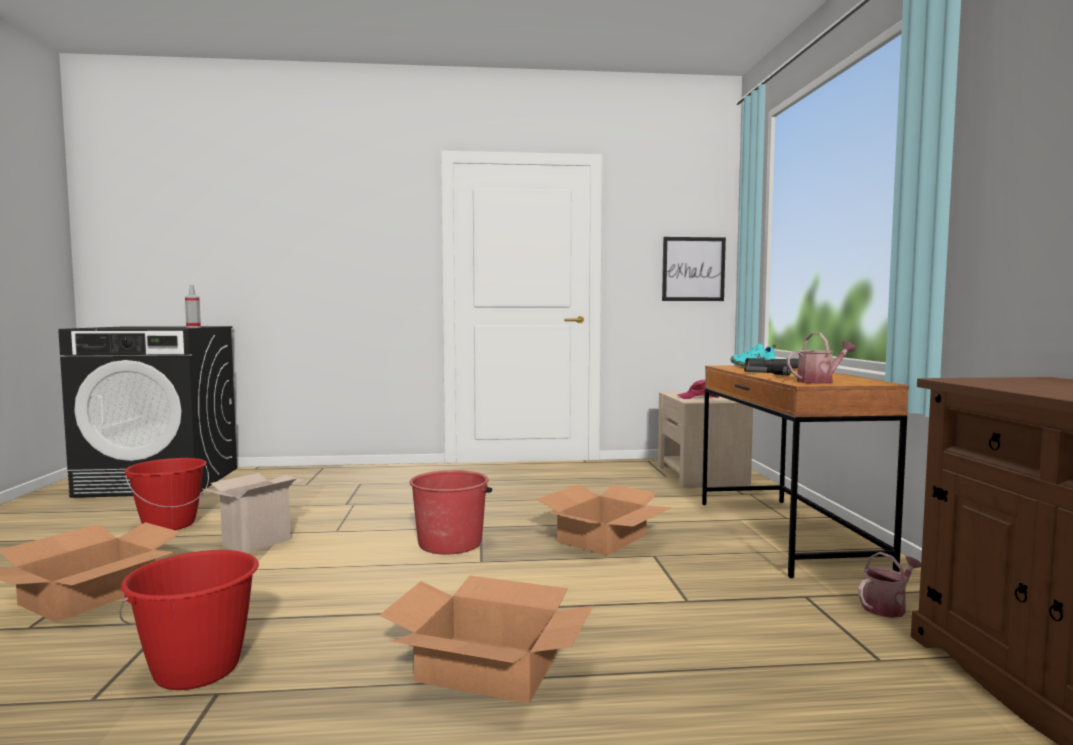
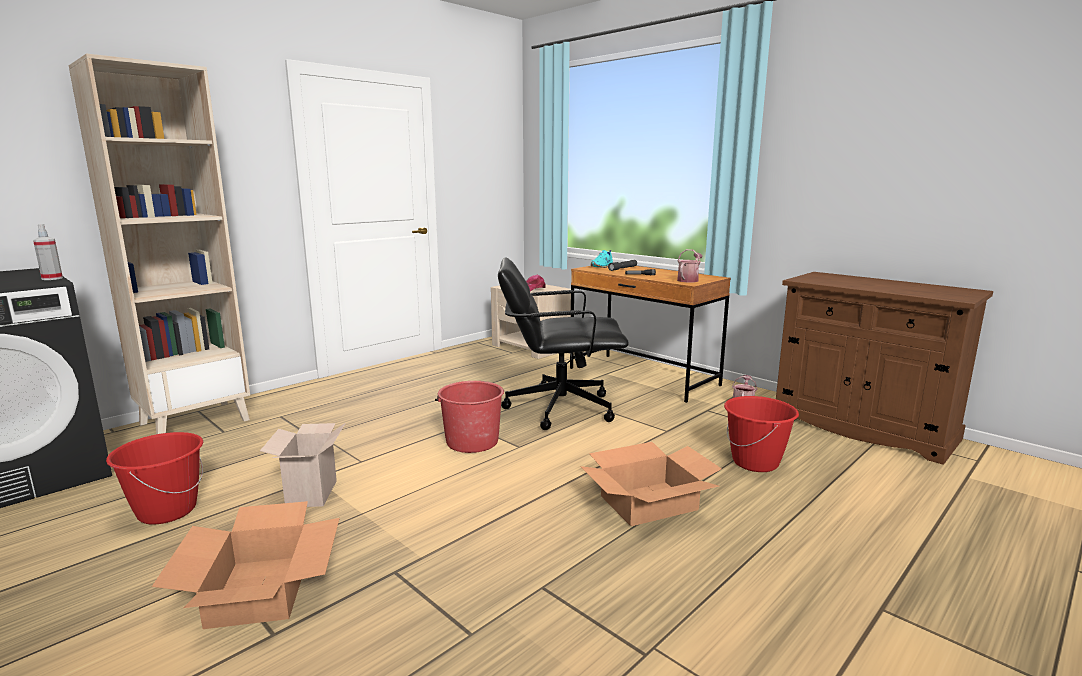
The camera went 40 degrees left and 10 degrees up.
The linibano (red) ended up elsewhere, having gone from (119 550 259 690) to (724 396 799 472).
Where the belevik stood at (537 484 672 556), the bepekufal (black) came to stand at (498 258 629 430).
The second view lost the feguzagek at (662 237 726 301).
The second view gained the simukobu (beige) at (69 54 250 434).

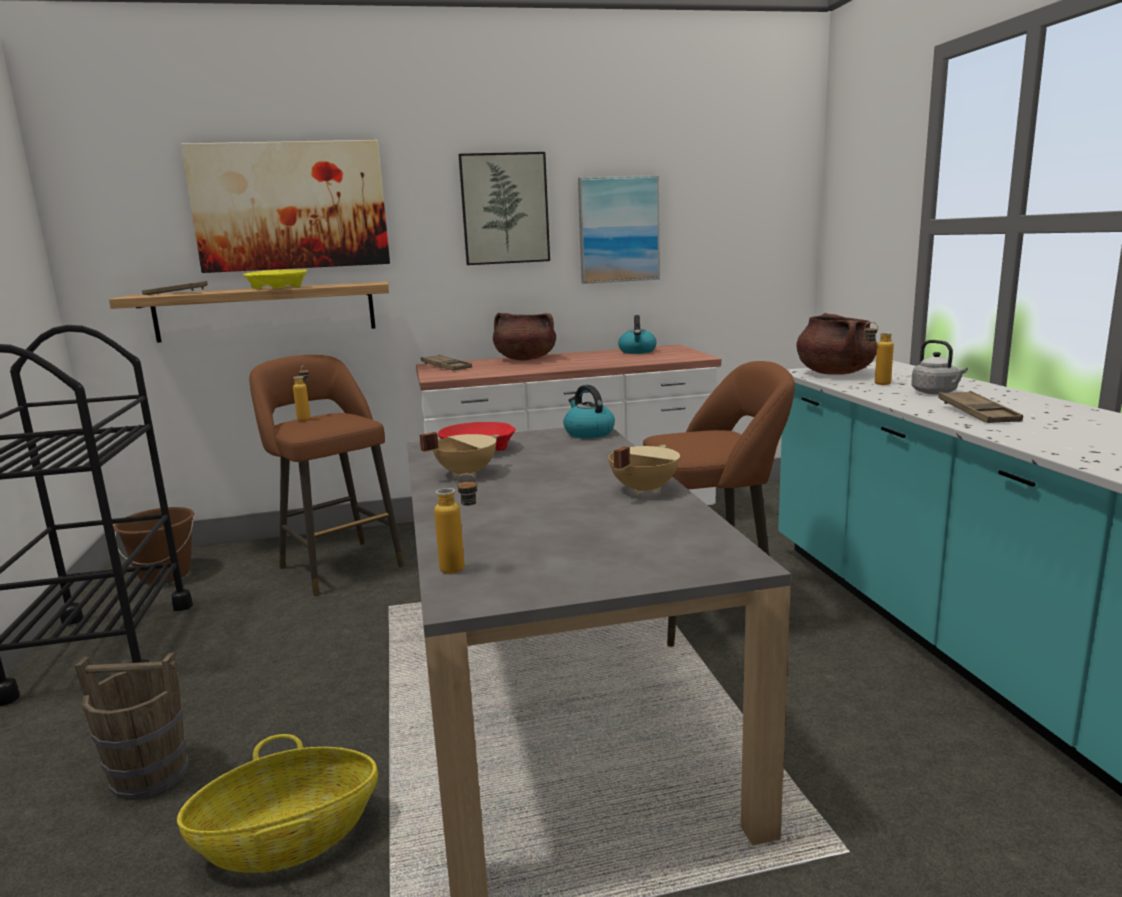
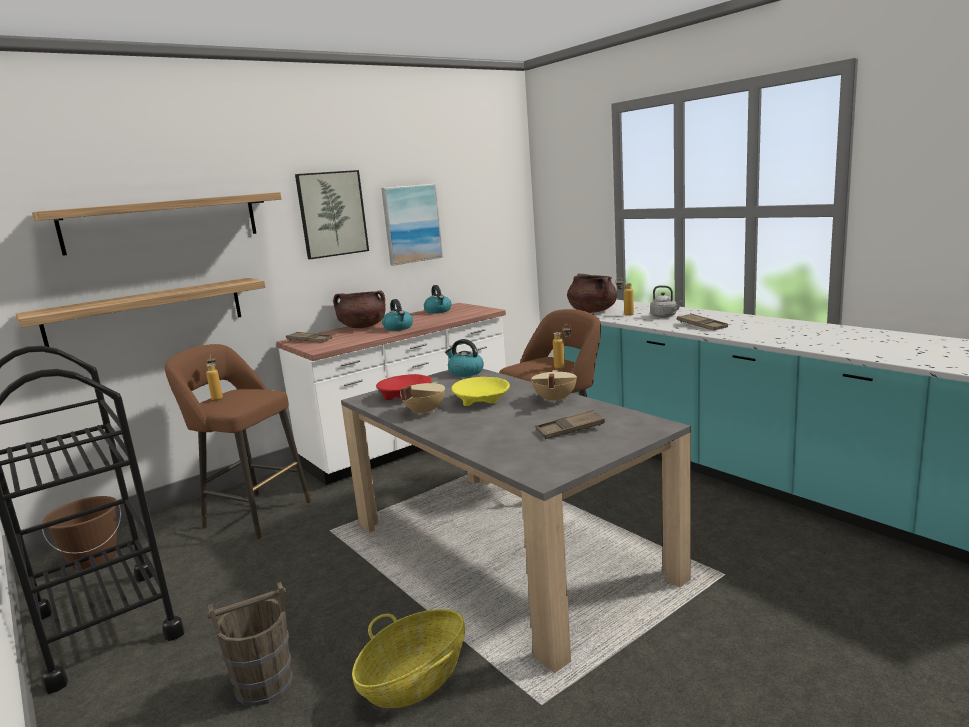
The camera went 25 degrees left and 0 degrees up.
The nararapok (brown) ended up elsewhere, having gone from (142 281 208 295) to (536 410 605 439).
Where the feguzagek hung at (181 140 390 273), the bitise came to hang at (32 192 281 256).
The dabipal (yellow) ended up elsewhere, having gone from (243 269 307 289) to (451 377 510 406).
The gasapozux ended up elsewhere, having gone from (434 473 478 574) to (553 324 571 369).
The second view gained the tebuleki at (382 299 413 331).

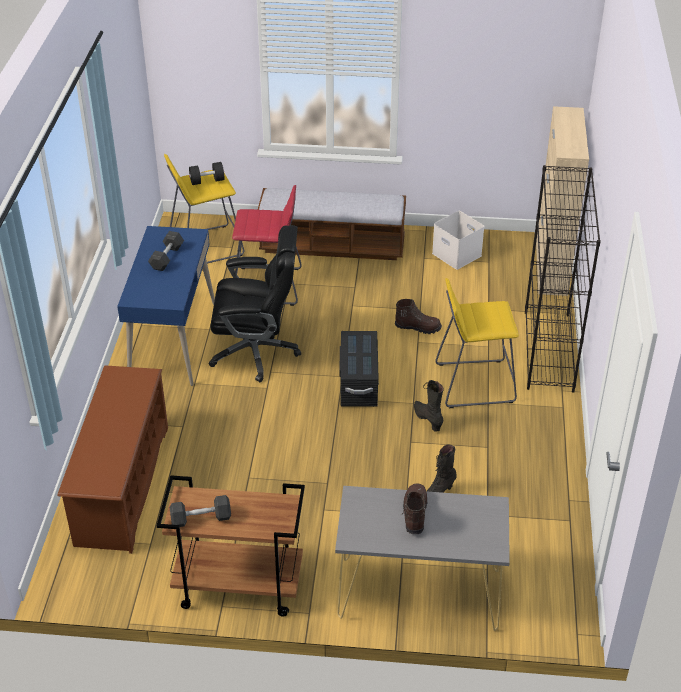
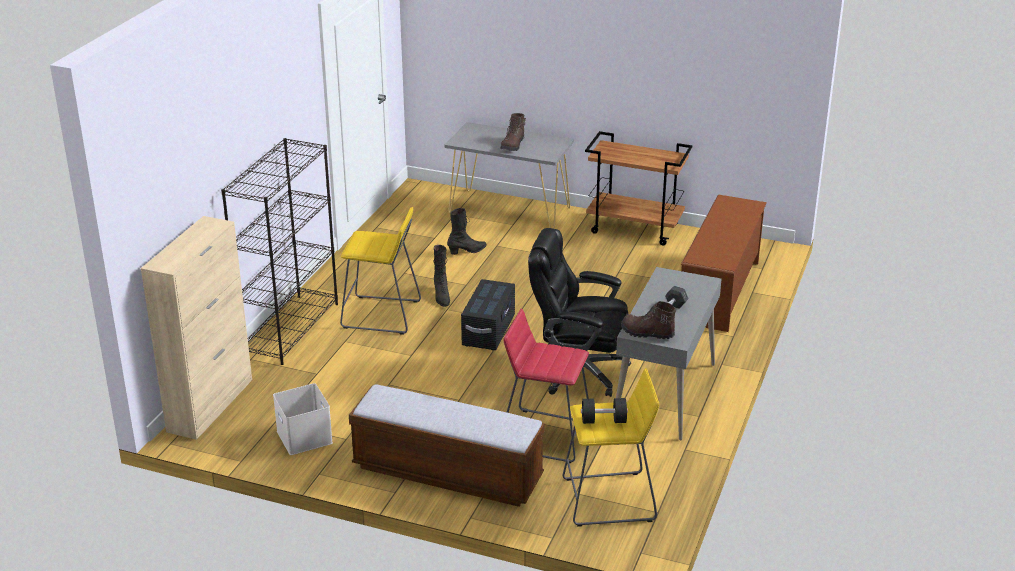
The camera went 165 degrees left and 10 degrees down.
What was the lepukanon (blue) at (117 226 215 386) turned into the lepukanon (grey) at (616 267 722 440).
The second view lost the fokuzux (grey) at (169 495 231 527).
The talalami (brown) ended up elsewhere, having gone from (395 299 442 334) to (621 301 676 339).

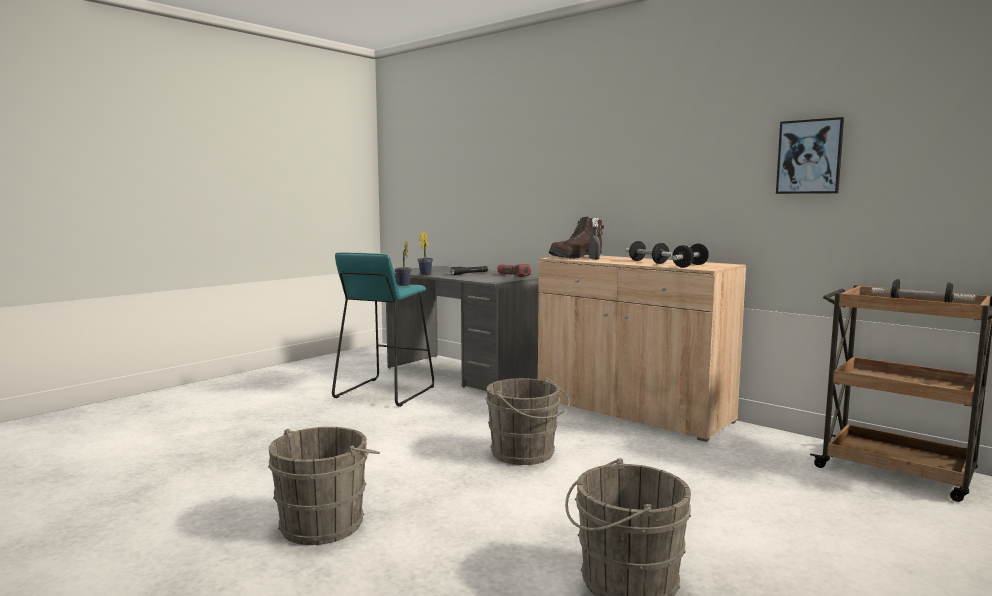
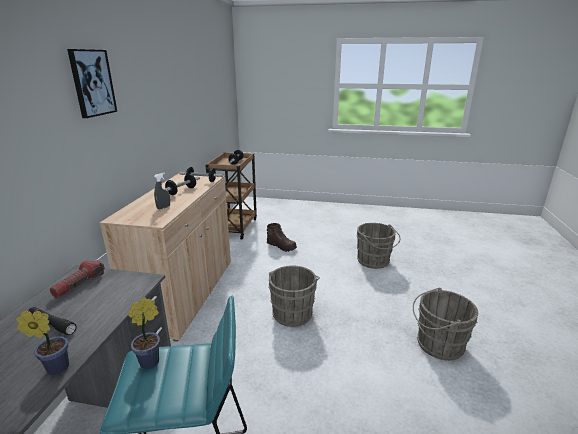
The camera went 120 degrees left and 15 degrees up.
The talalami (brown) ended up elsewhere, having gone from (549 217 604 259) to (267 223 297 252).
The feguzagek ended up elsewhere, having gone from (776 117 844 194) to (67 49 117 118).

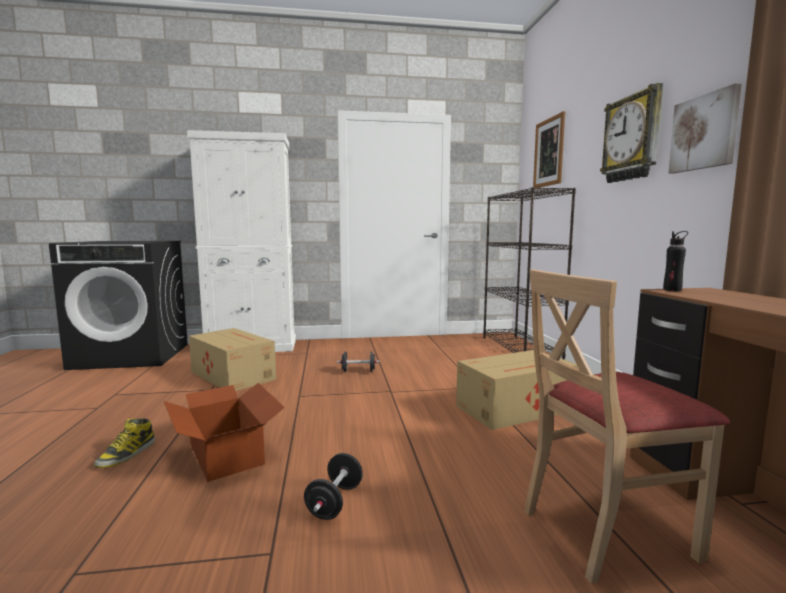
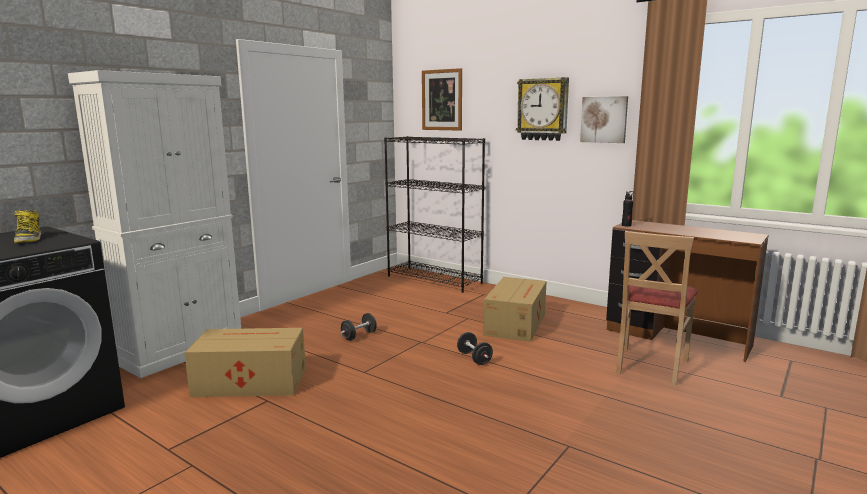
The camera went 45 degrees left and 5 degrees up.
The talalami ended up elsewhere, having gone from (94 418 155 468) to (14 210 41 243).
The second view lost the belevik at (164 383 285 482).
The fokuzux (black) ended up elsewhere, having gone from (304 453 363 520) to (457 332 493 365).

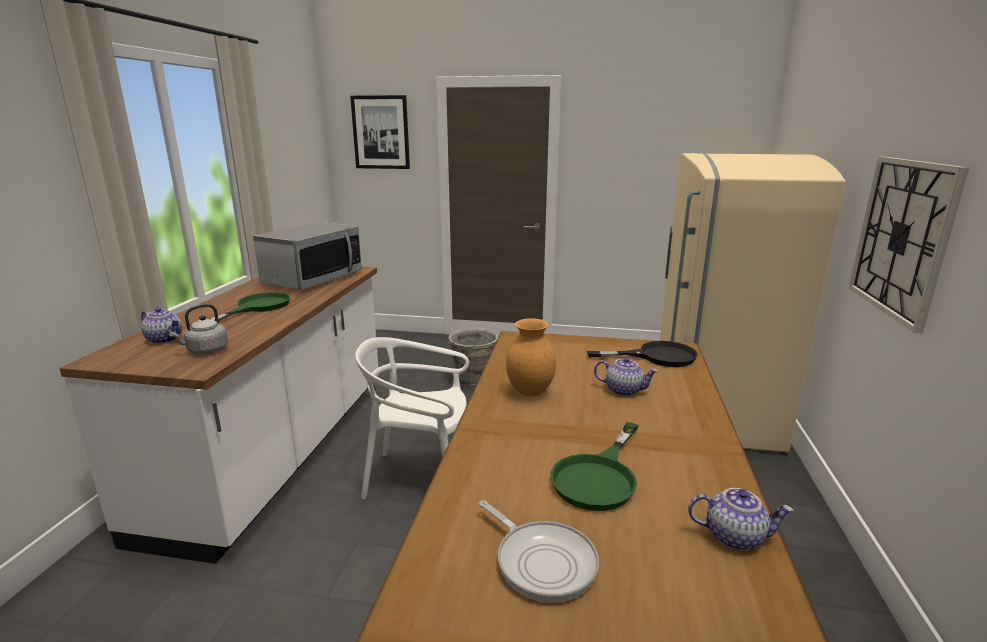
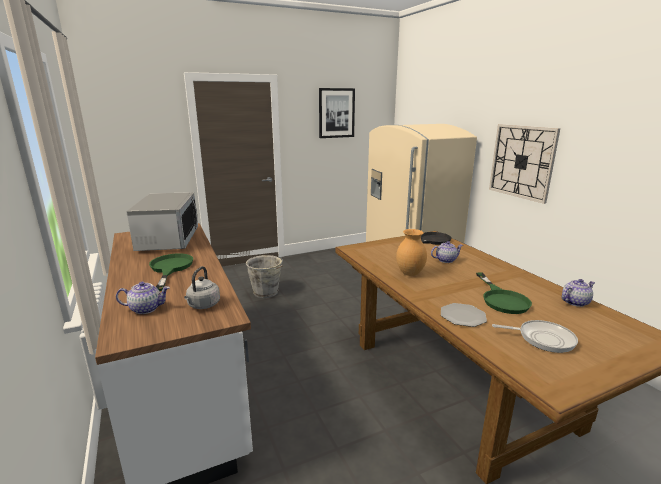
The camera went 35 degrees left and 0 degrees up.
The feguzagek ended up elsewhere, having gone from (350 95 410 169) to (319 88 355 138).
The second view lost the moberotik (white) at (355 337 469 499).
The second view gained the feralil at (441 303 487 327).

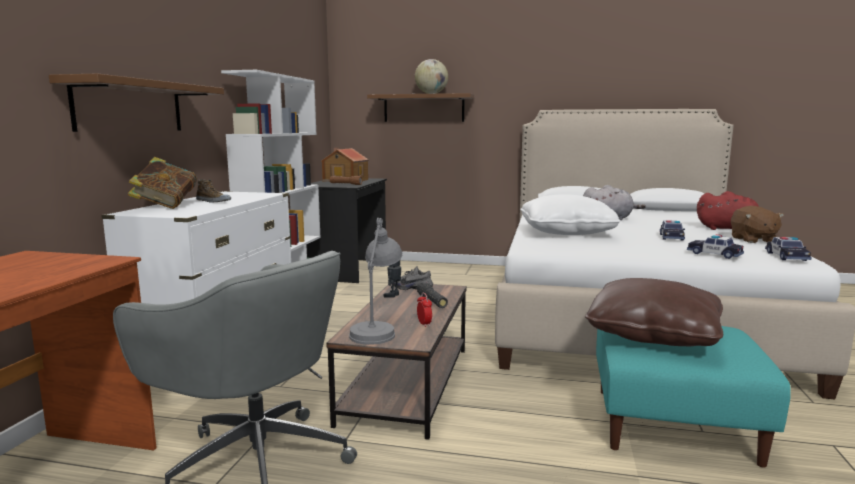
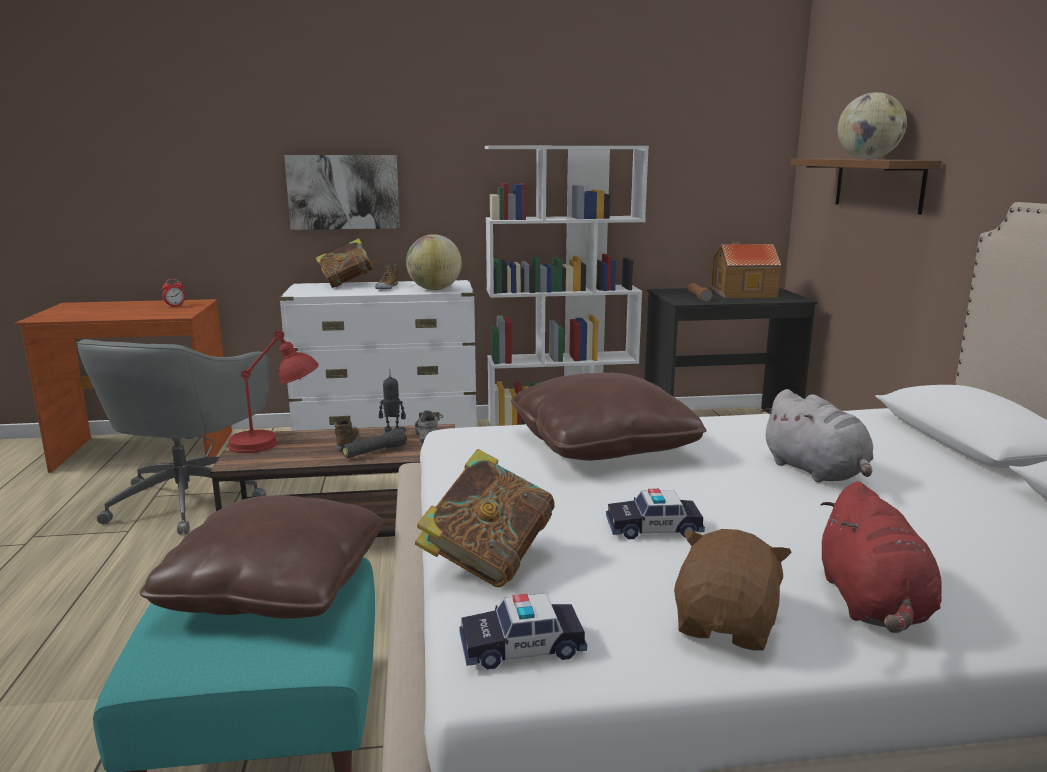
The camera went 70 degrees right and 5 degrees up.
Where the bitise (brown) hung at (49 73 224 132), the feguzagek came to hang at (284 155 400 230).
What was the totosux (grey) at (349 218 403 345) turned into the totosux (red) at (228 330 319 453).
The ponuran ended up elsewhere, having gone from (417 292 432 327) to (162 279 185 307).
What was the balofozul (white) at (520 194 621 235) turned into the balofozul (brown) at (511 373 707 461).
Where the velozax stood at (687 234 744 259), the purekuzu came to stand at (415 449 554 588).
The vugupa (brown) at (731 206 784 243) ended up facing another way, 135 degrees clockwise from before.
The second view gained the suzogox at (335 420 360 452).
The second view gained the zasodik at (406 234 462 290).

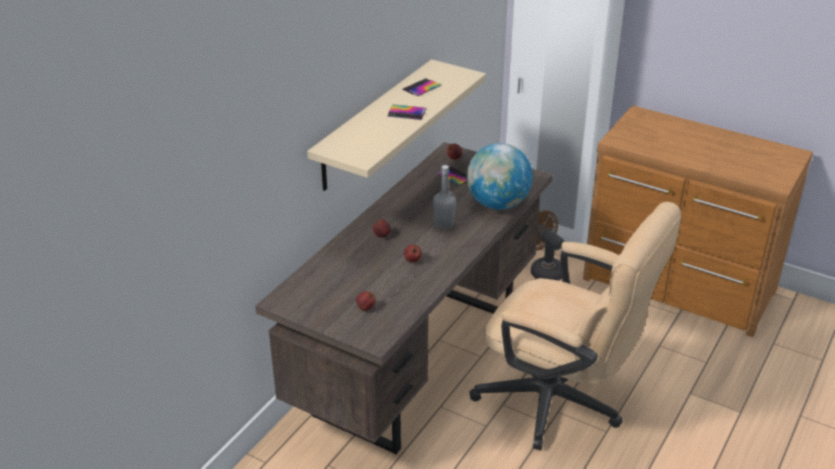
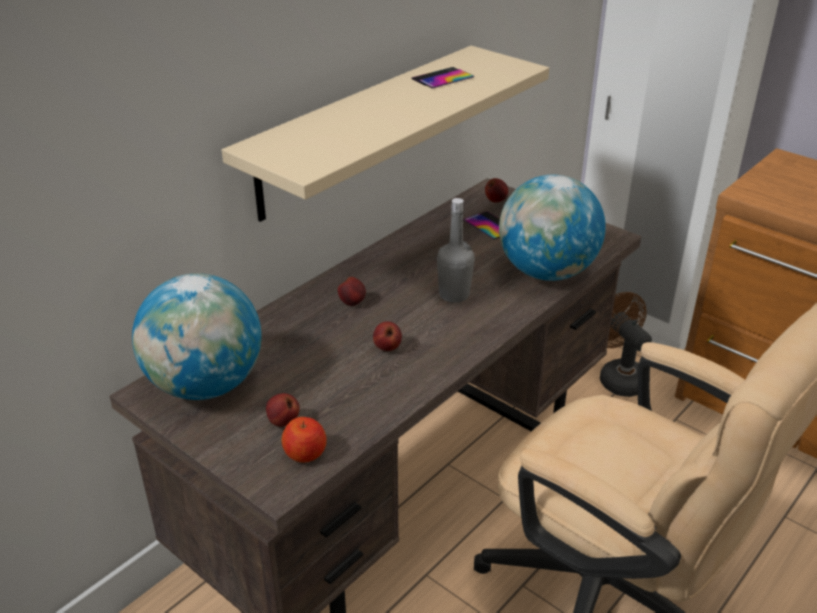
The camera went 10 degrees right and 0 degrees up.
The second view lost the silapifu at (387 104 426 120).
The second view gained the zasodik at (132 273 262 400).
The second view gained the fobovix at (282 417 327 463).

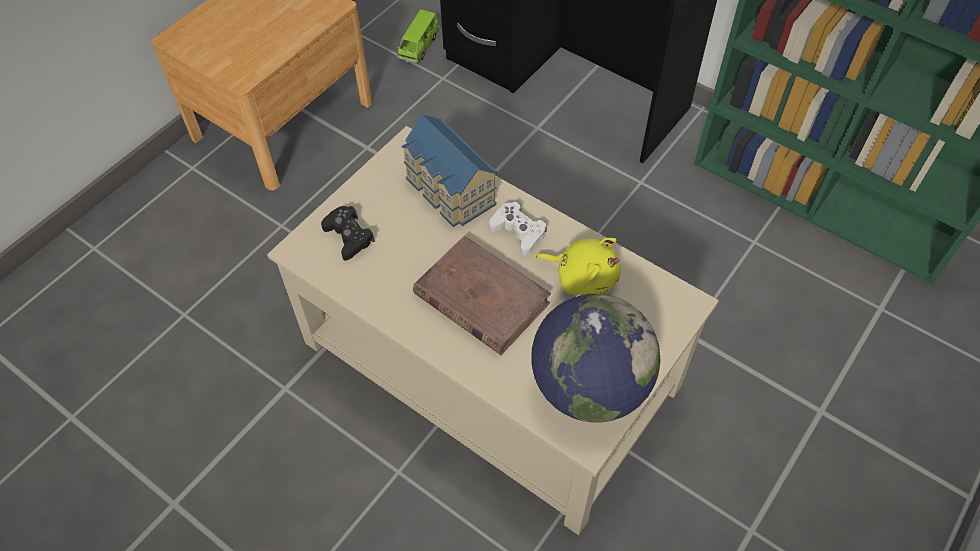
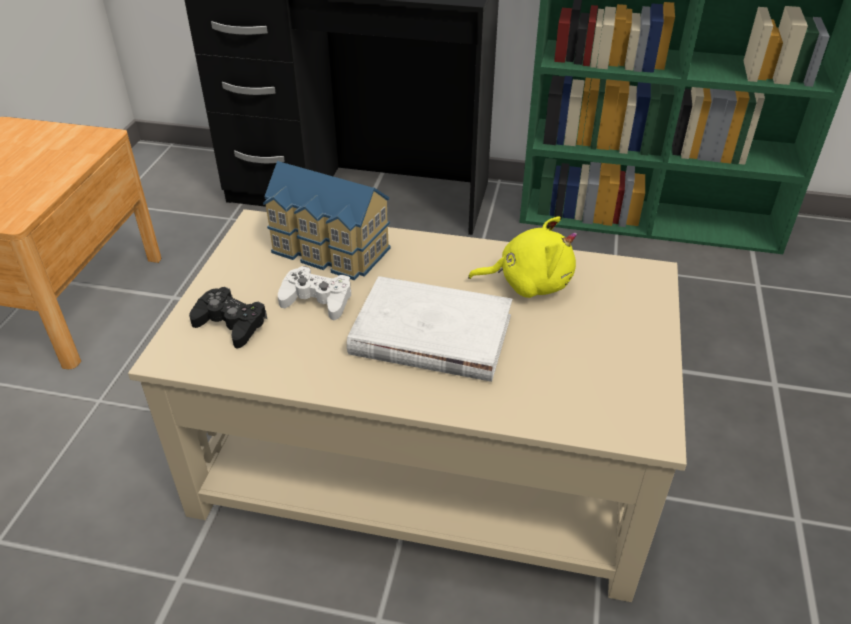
The camera went 25 degrees left and 15 degrees down.
The second view lost the velozax (green) at (397 10 440 63).
What was the purekuzu (brown) at (413 236 551 355) turned into the purekuzu (white) at (347 276 512 382).
The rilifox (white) ended up elsewhere, having gone from (489 202 547 255) to (278 266 351 320).
The second view lost the zasodik at (531 294 660 423).

